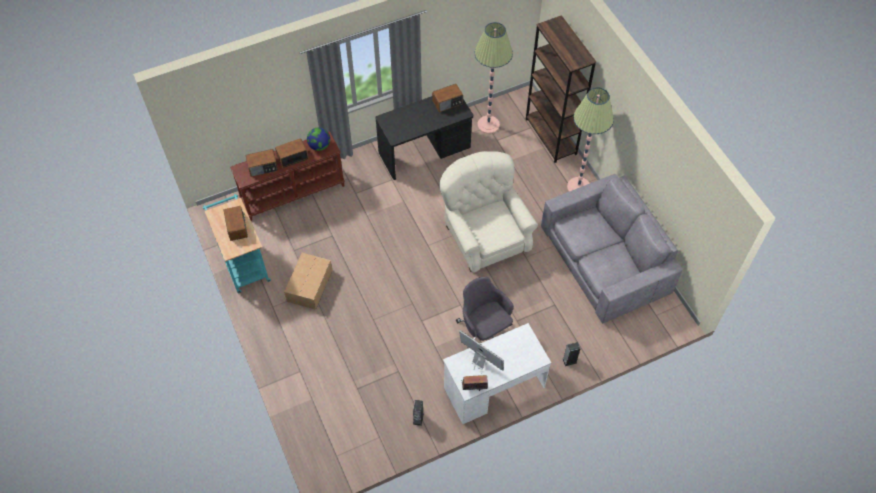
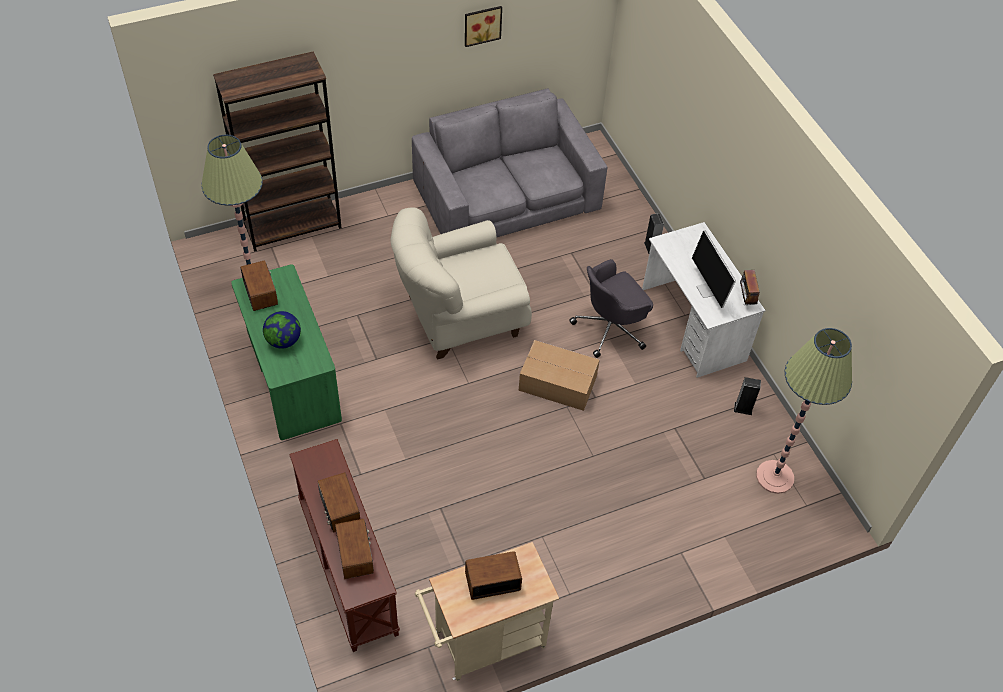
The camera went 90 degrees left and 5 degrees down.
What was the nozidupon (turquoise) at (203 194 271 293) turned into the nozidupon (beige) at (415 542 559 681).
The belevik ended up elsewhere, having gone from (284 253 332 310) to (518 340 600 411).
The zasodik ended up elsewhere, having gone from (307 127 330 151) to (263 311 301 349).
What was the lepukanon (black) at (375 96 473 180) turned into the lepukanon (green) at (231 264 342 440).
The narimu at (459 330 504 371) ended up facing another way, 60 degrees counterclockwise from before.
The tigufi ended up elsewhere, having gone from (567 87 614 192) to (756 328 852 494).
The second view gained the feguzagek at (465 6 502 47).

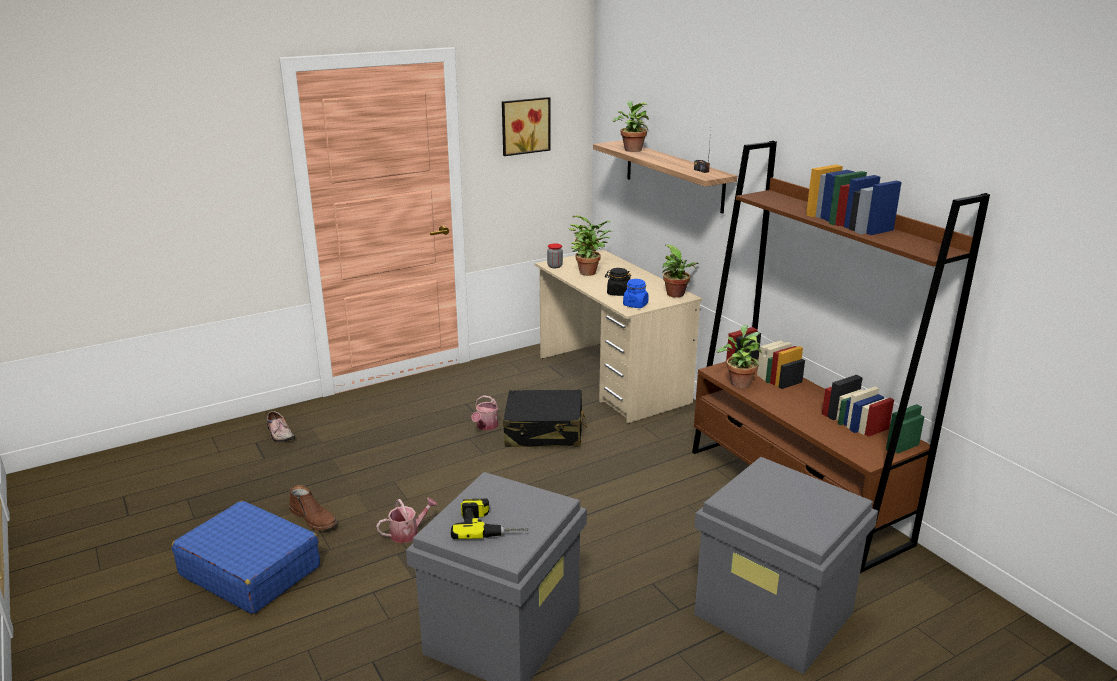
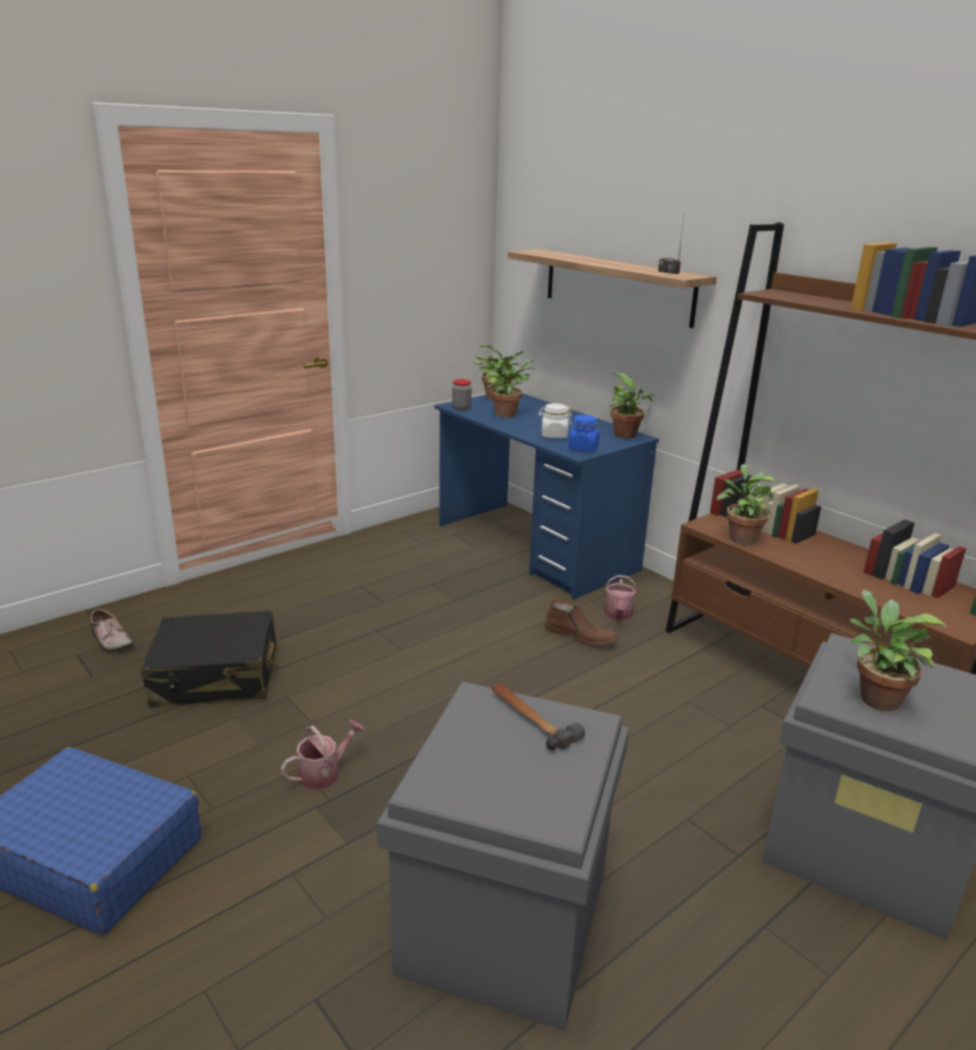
The camera went 10 degrees left and 0 degrees up.
The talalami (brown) ended up elsewhere, having gone from (289 485 337 530) to (544 599 618 646).
The second view lost the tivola at (451 498 529 539).
The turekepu ended up elsewhere, having gone from (471 395 499 430) to (604 575 637 620).
The second view lost the feguzagek at (502 97 551 156).
The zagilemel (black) ended up elsewhere, having gone from (503 389 587 447) to (141 610 279 707).
What was the lepukanon (beige) at (535 250 702 423) turned into the lepukanon (blue) at (435 393 659 599).
What was the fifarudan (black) at (605 268 631 296) turned into the fifarudan (white) at (538 403 572 438).
The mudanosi ended up elsewhere, having gone from (612 101 649 152) to (850 589 947 711).
The second view gained the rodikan at (491 684 585 750).

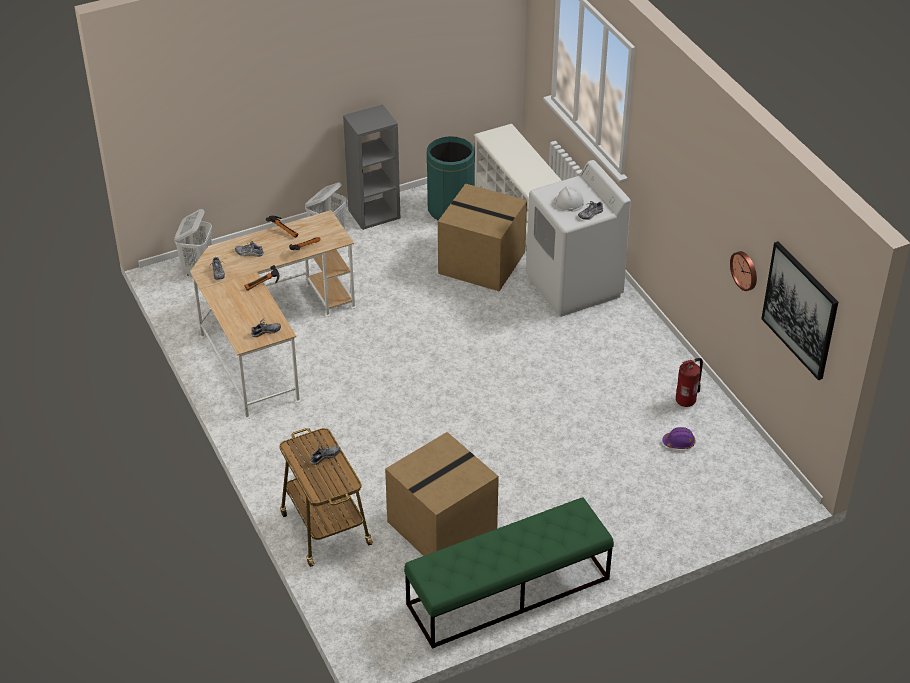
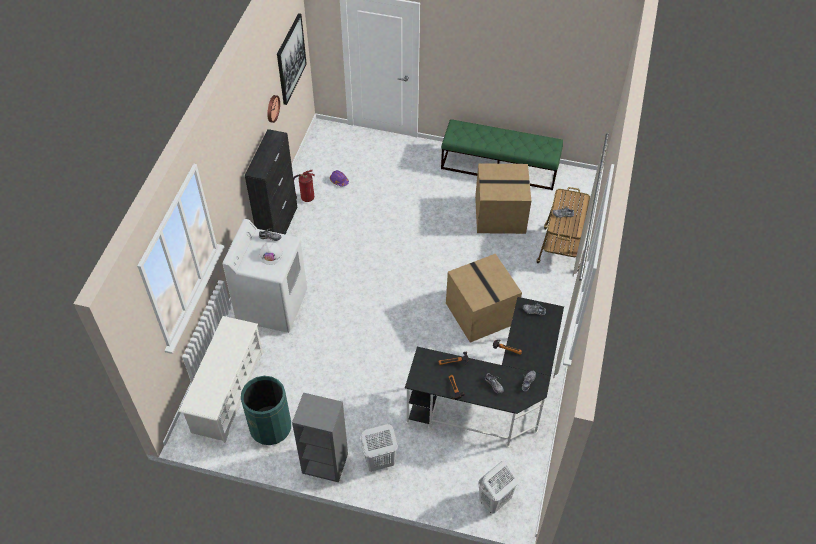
The camera went 140 degrees left and 10 degrees up.
What was the lepukanon (beige) at (190 210 356 419) turned into the lepukanon (black) at (405 297 564 447).
The belevik ended up elsewhere, having gone from (438 184 527 291) to (446 254 522 343).
The second view gained the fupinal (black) at (245 129 297 234).

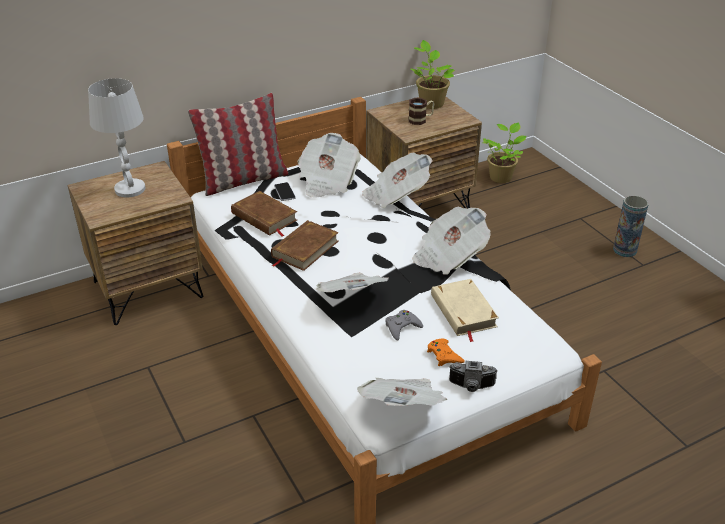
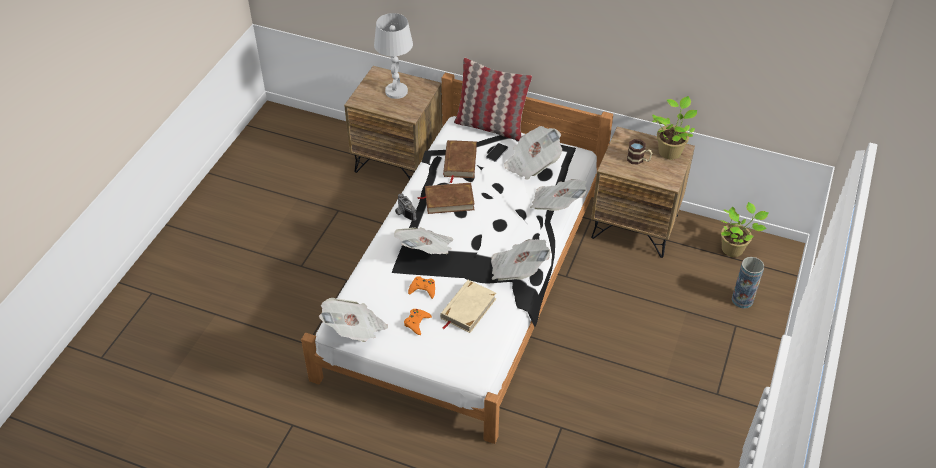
The camera went 50 degrees right and 10 degrees up.
What was the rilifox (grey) at (385 310 423 341) turned into the rilifox (orange) at (408 276 435 299).
The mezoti ended up elsewhere, having gone from (449 361 498 392) to (395 194 417 221).
The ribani ended up elsewhere, having gone from (613 195 649 257) to (732 257 764 309).

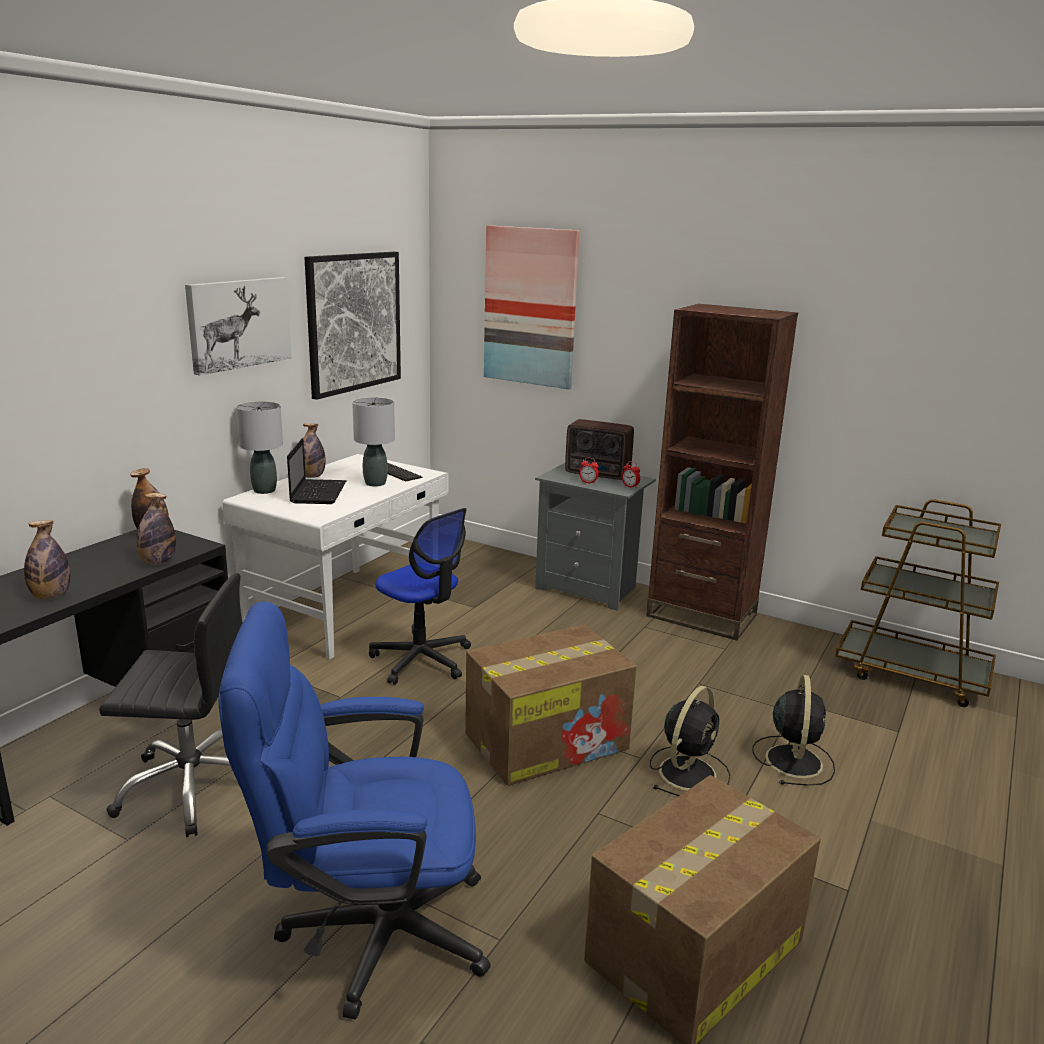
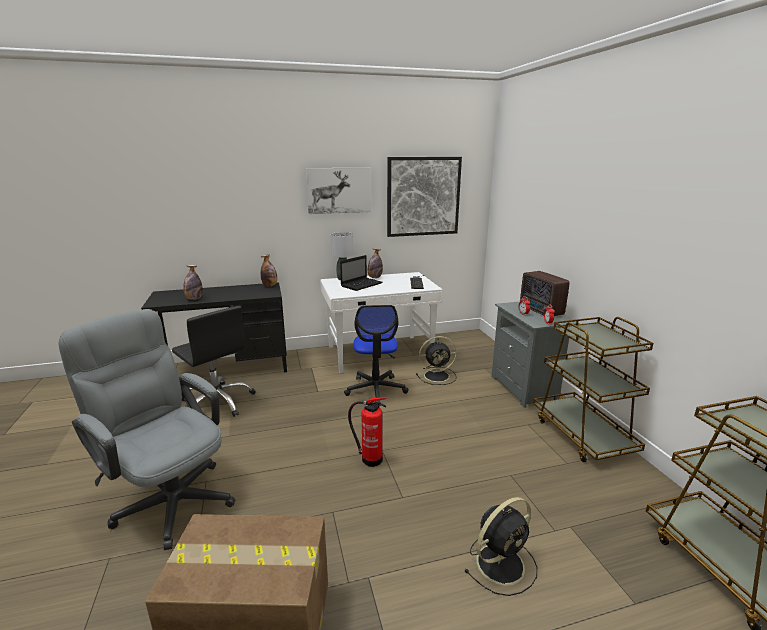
The camera went 45 degrees right and 0 degrees up.
The second view lost the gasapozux at (137 493 176 565).
What was the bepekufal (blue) at (218 601 491 1019) turned into the bepekufal (grey) at (59 309 235 550).
The second view lost the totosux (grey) at (352 397 395 487).
Where the belevik stood at (465 625 637 786), the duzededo came to stand at (348 397 386 467).
The second view lost the feguzagek at (484 225 579 389).
Where the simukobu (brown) stood at (646 304 798 641), the nozidupon (brown) came to stand at (533 317 654 462).
The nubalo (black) ended up elsewhere, having gone from (650 686 730 796) to (416 336 457 385).

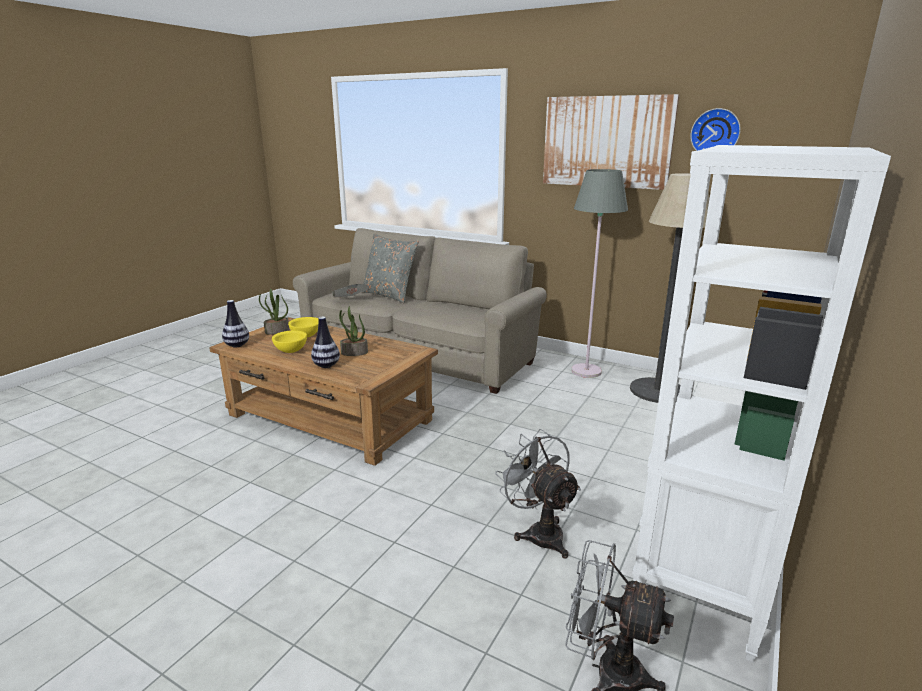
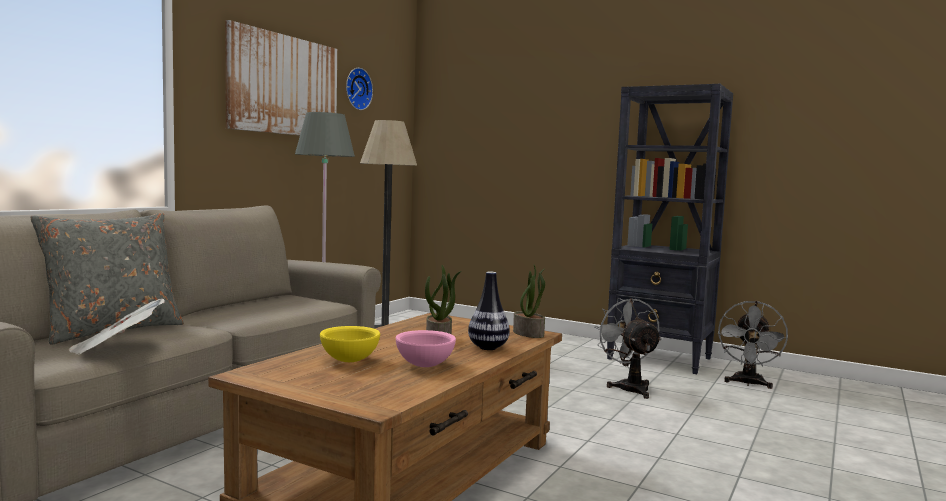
The camera went 90 degrees left and 15 degrees down.
The second view lost the ribani at (222 300 249 348).
The mudanosi ended up elsewhere, having gone from (259 289 289 335) to (513 265 545 338).
What was the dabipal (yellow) at (272 330 307 353) turned into the dabipal (pink) at (396 330 456 367).
The nubalo (grey) at (495 429 581 559) ended up facing another way, 105 degrees clockwise from before.
What was the simukobu (white) at (632 145 891 662) turned into the simukobu (black) at (606 84 733 374).

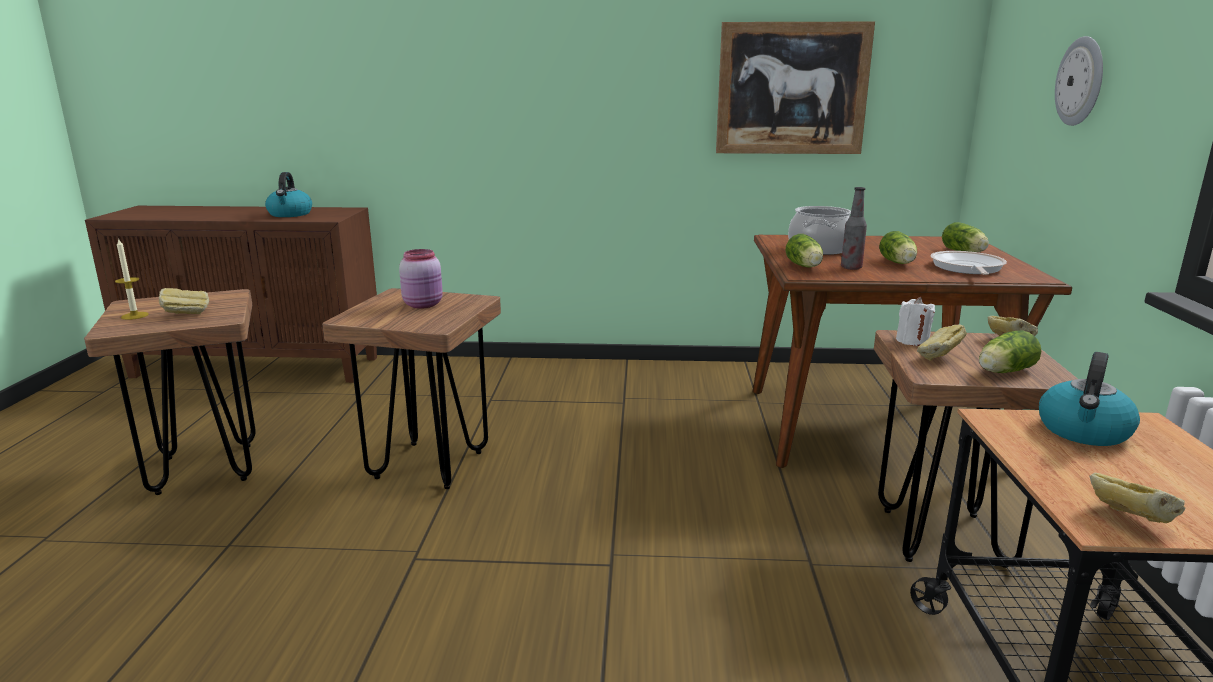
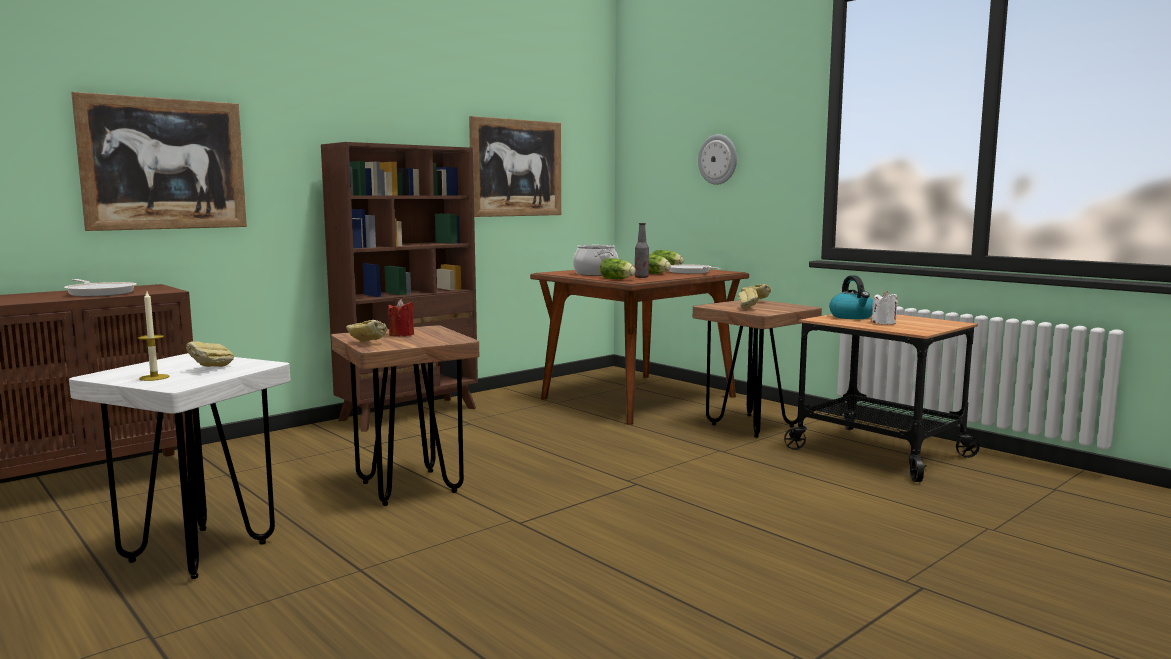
The camera went 45 degrees left and 10 degrees down.
What was the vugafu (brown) at (84 289 256 495) turned into the vugafu (white) at (69 353 291 579).
Where the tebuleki stood at (265 172 312 217), the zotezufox came to stand at (64 279 136 297).
Where the fifarudan (pink) stood at (399 249 443 309), the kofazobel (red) came to stand at (388 299 414 336).
The kofazobel (white) ended up elsewhere, having gone from (896 297 935 346) to (872 291 898 325).
The second view lost the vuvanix at (979 330 1041 373).
The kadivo ended up elsewhere, having gone from (1090 473 1186 523) to (346 320 387 342).
The second view gained the feguzagek at (71 92 247 231).
The second view gained the simukobu (brown) at (321 142 478 432).

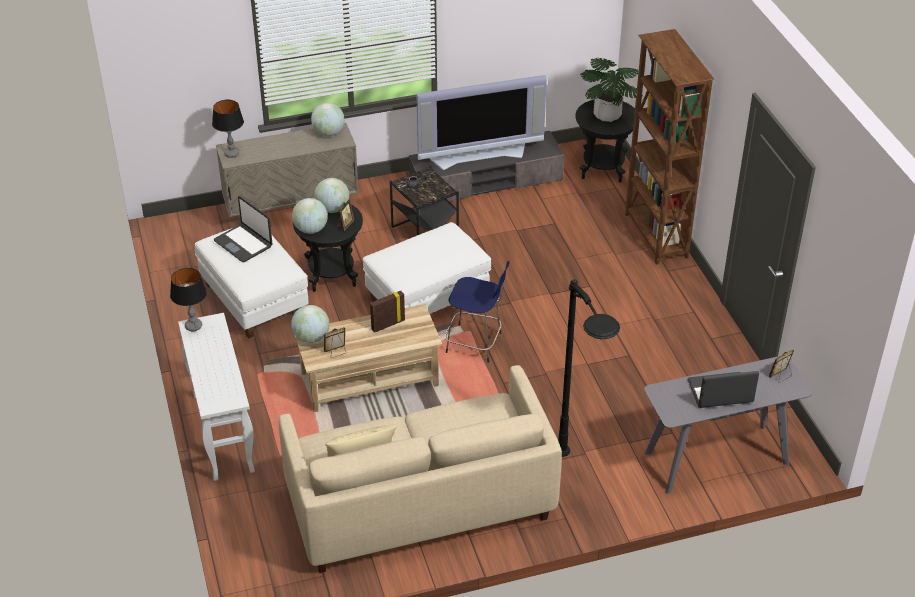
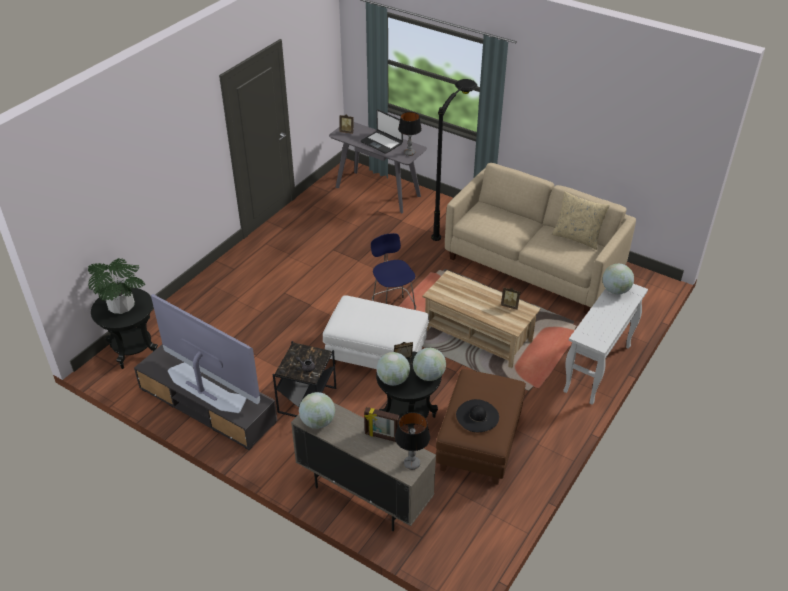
The camera went 130 degrees left and 0 degrees up.
The totosux ended up elsewhere, having gone from (170 268 207 331) to (398 112 422 156).
What was the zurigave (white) at (195 228 309 338) turned into the zurigave (brown) at (436 369 526 485).
Where the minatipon stood at (214 196 272 262), the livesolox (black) came to stand at (456 399 499 432).
The zasodik ended up elsewhere, having gone from (291 305 329 343) to (602 264 634 294).
The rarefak ended up elsewhere, having gone from (370 291 405 333) to (364 407 399 442).
The second view lost the simukobu (brown) at (625 29 714 265).

